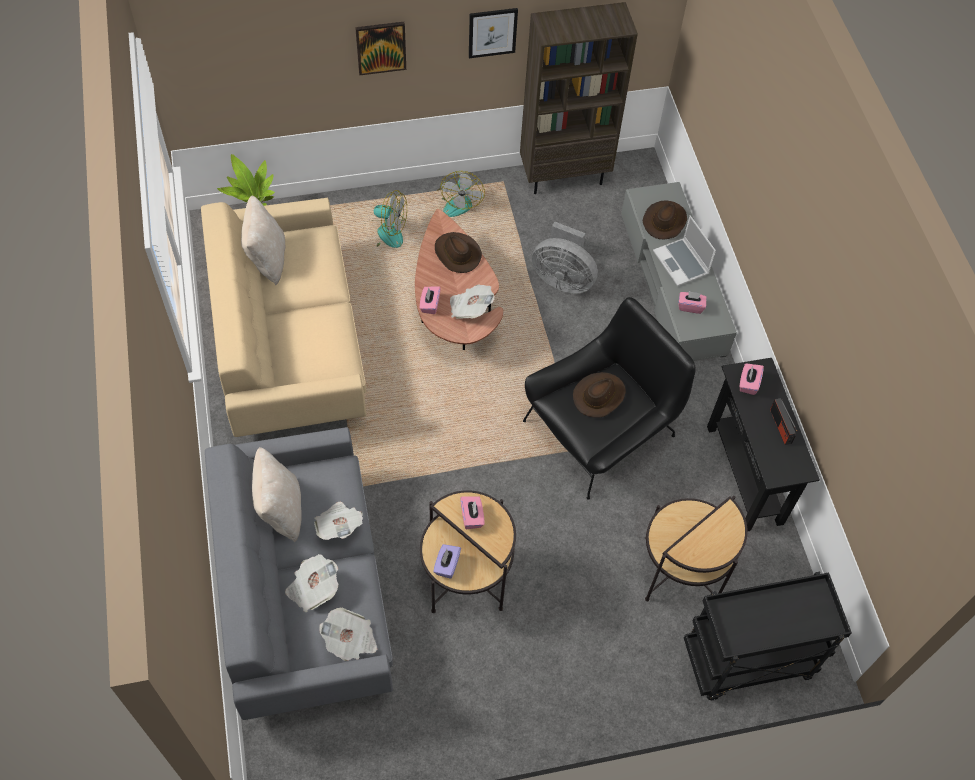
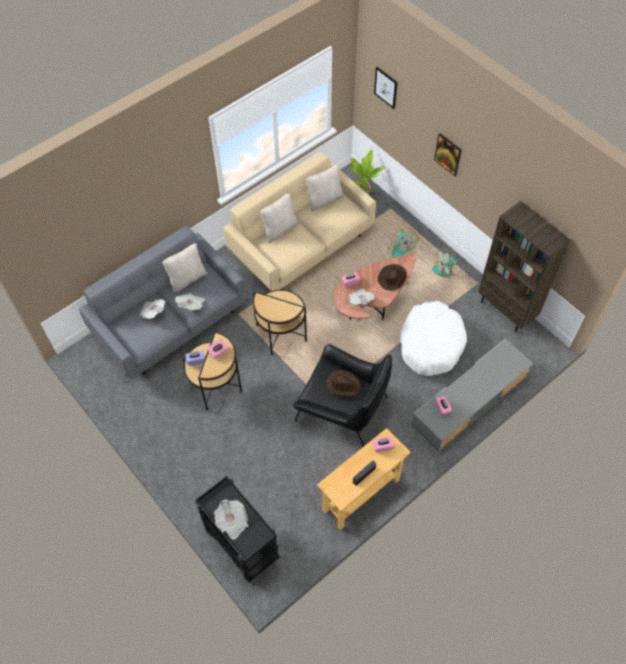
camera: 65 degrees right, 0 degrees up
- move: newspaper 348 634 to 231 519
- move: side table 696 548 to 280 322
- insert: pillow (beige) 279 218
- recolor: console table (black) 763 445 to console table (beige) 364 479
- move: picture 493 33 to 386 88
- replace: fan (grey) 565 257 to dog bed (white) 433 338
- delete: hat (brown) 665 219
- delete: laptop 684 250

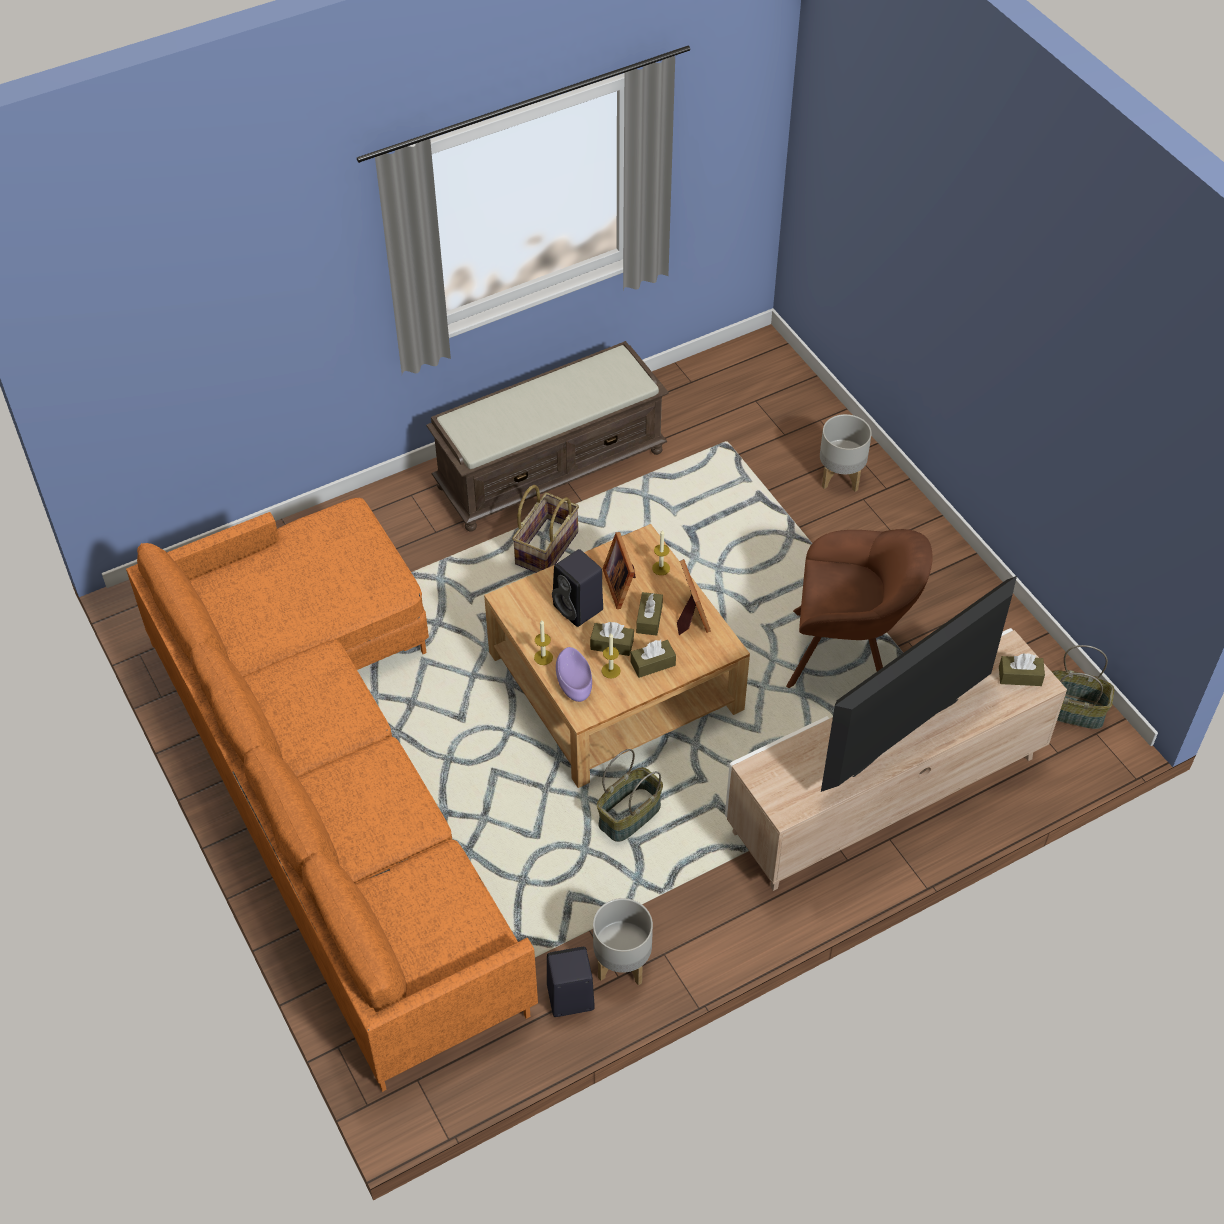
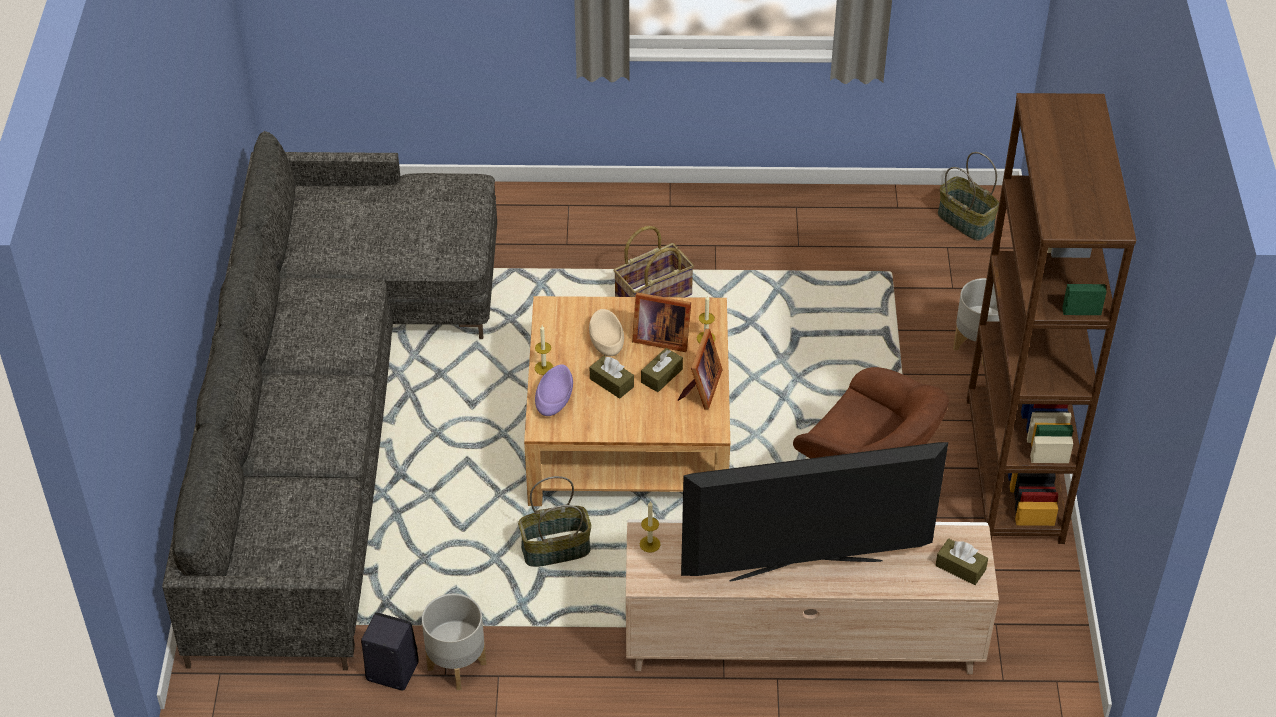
camera: 30 degrees right, 5 degrees down
- recolor: sofa (orange) 332 795 to sofa (grey) 329 400
- replace: speaker (black) 577 588 to bowl (beige) 606 332
- rotate: picture frame 619 570 = 661 322 90 degrees counterclockwise
- move: candle 611 656 to 650 527
- move: basket 1083 687 to 968 196
- insert: bookcase (brown) 1051 318
- delete: bench (brown) 547 436
- delete: tissue box (brown) 653 659

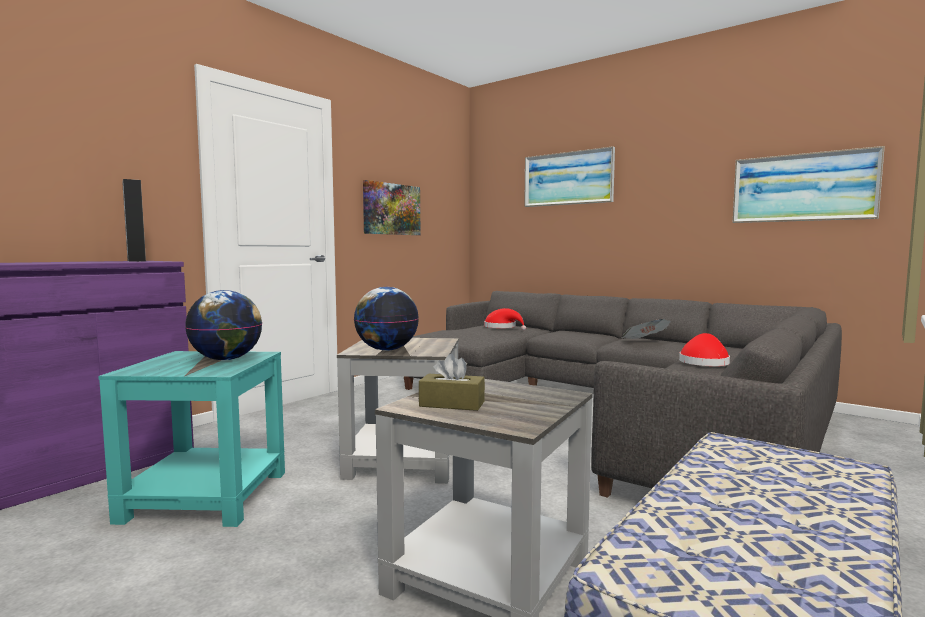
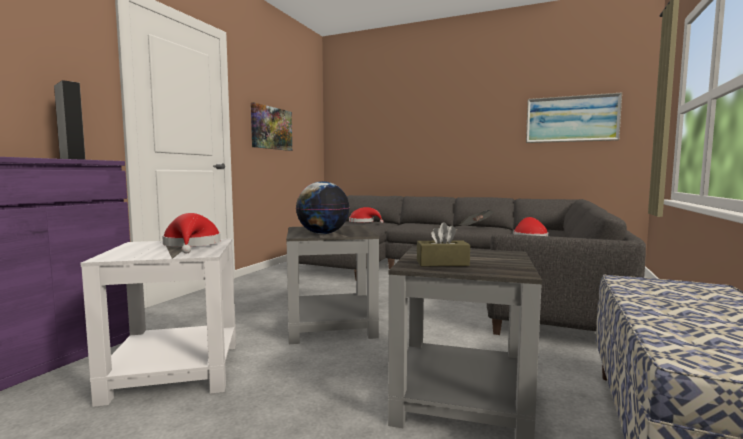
camera: 15 degrees left, 0 degrees up
- recolor: side table (turquoise) 191 439 to side table (white) 158 323
- replace: globe 223 325 to hat (red) 191 233
- delete: picture 569 176

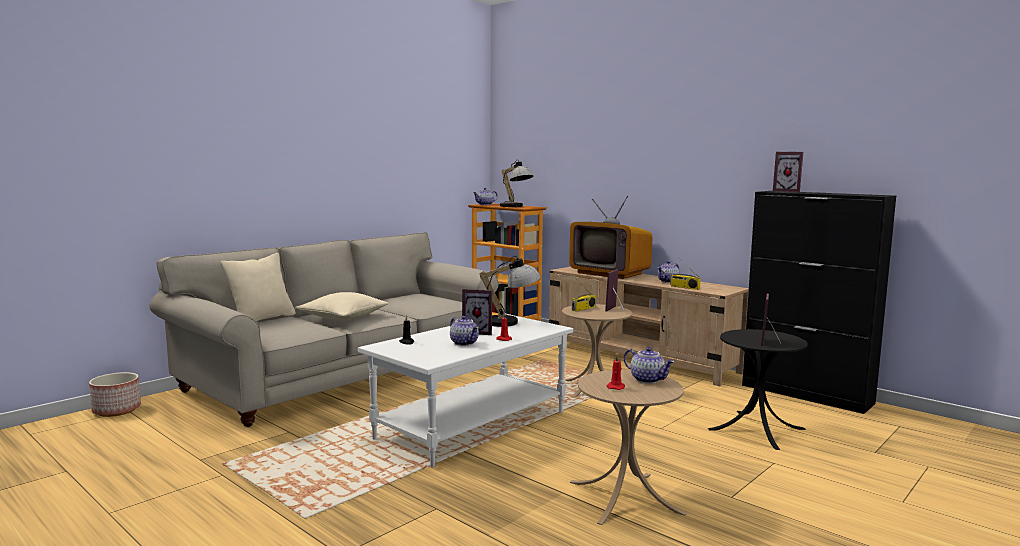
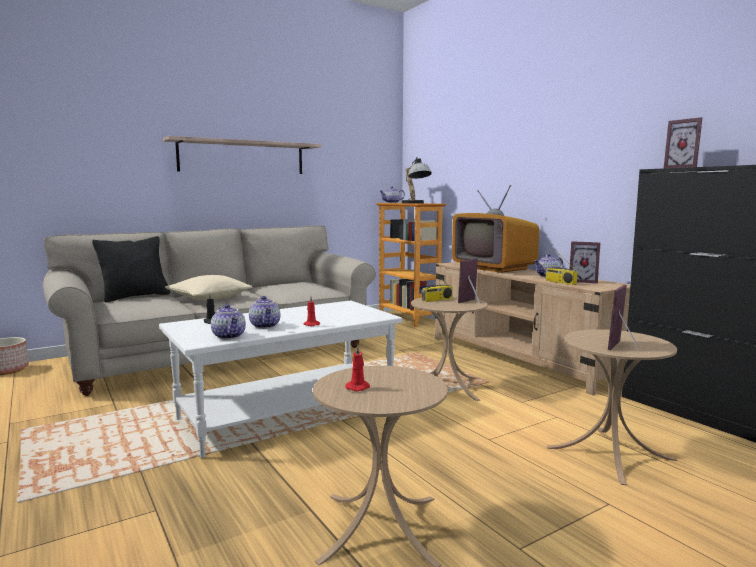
camera: 15 degrees right, 0 degrees up
- recolor: pillow (beige) 258 287 to pillow (black) 131 269
- insert: shelf 242 155
- move: teapot 649 365 to 228 321
- recolor: side table (black) 758 389 to side table (beige) 612 407
- move: picture frame 477 312 to 585 262
- delete: table lamp 510 291

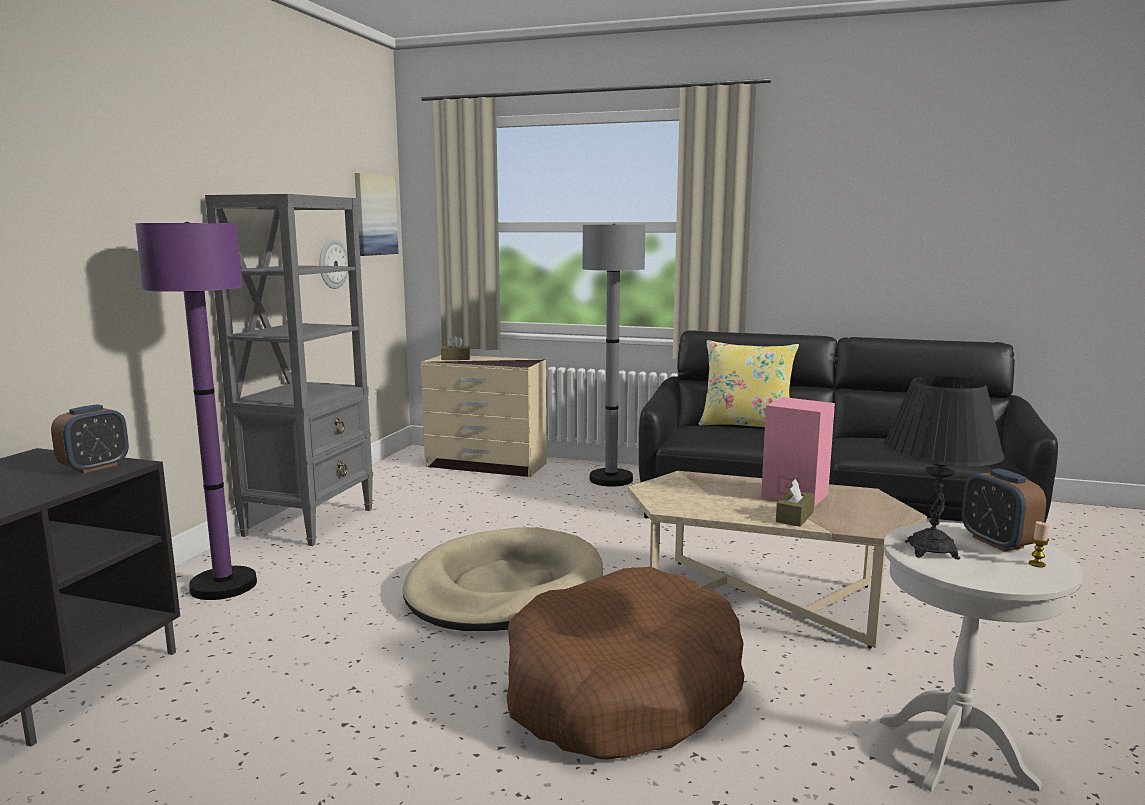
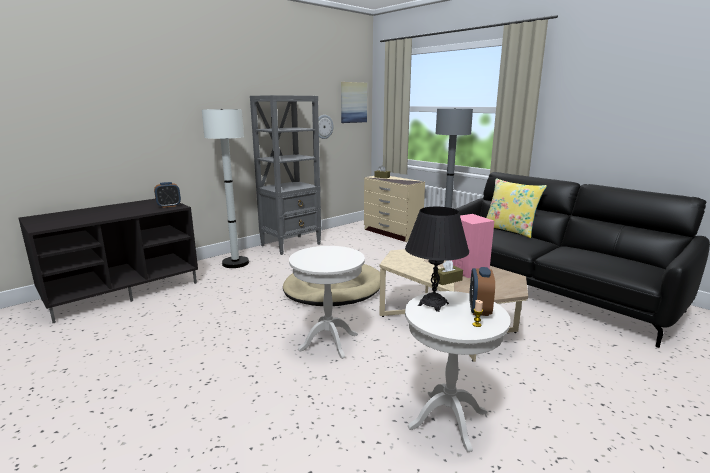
camera: 30 degrees right, 5 degrees up
- recolor: floor lamp (purple) 196 411 to floor lamp (white) 225 188
- replace: dog bed (brown) 625 663 to side table (white) 327 302

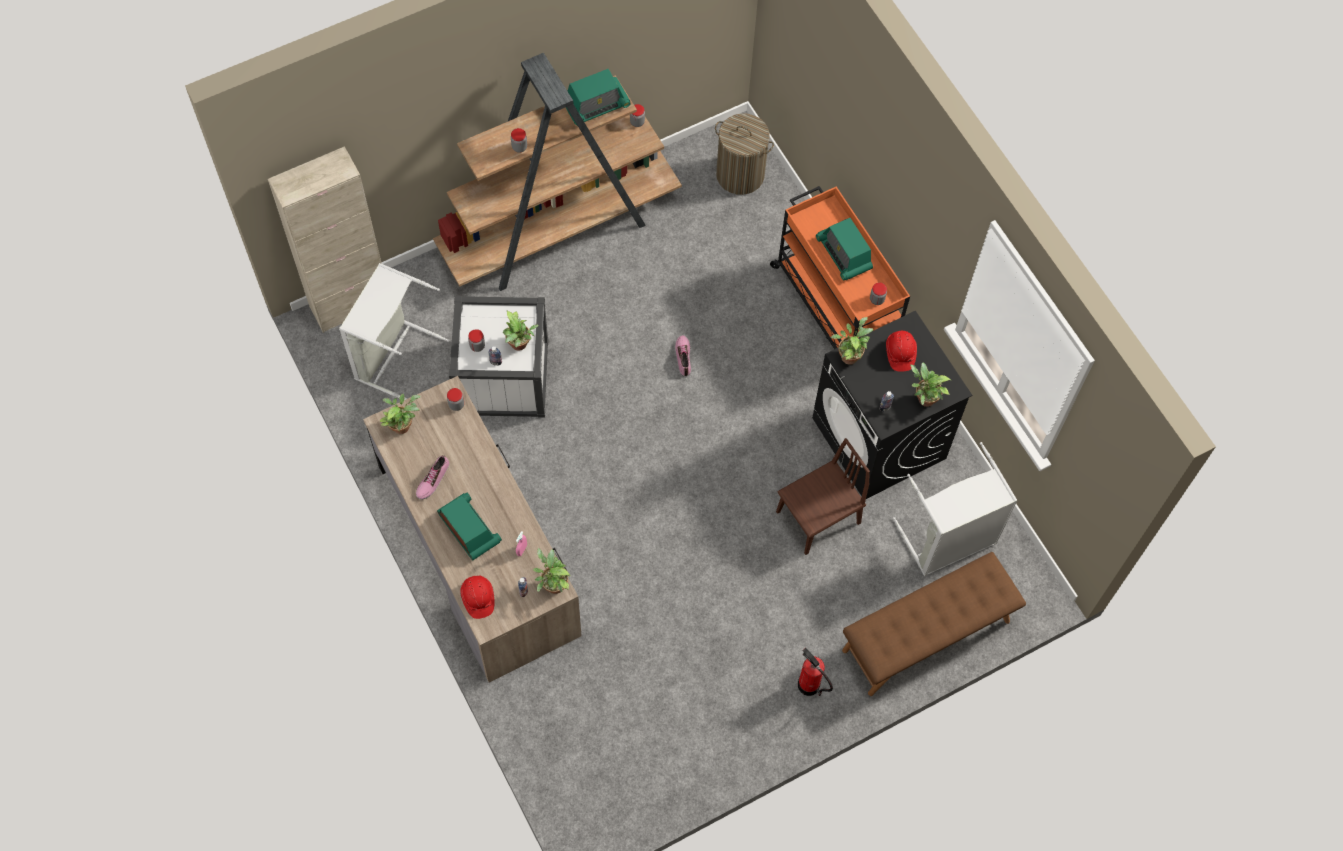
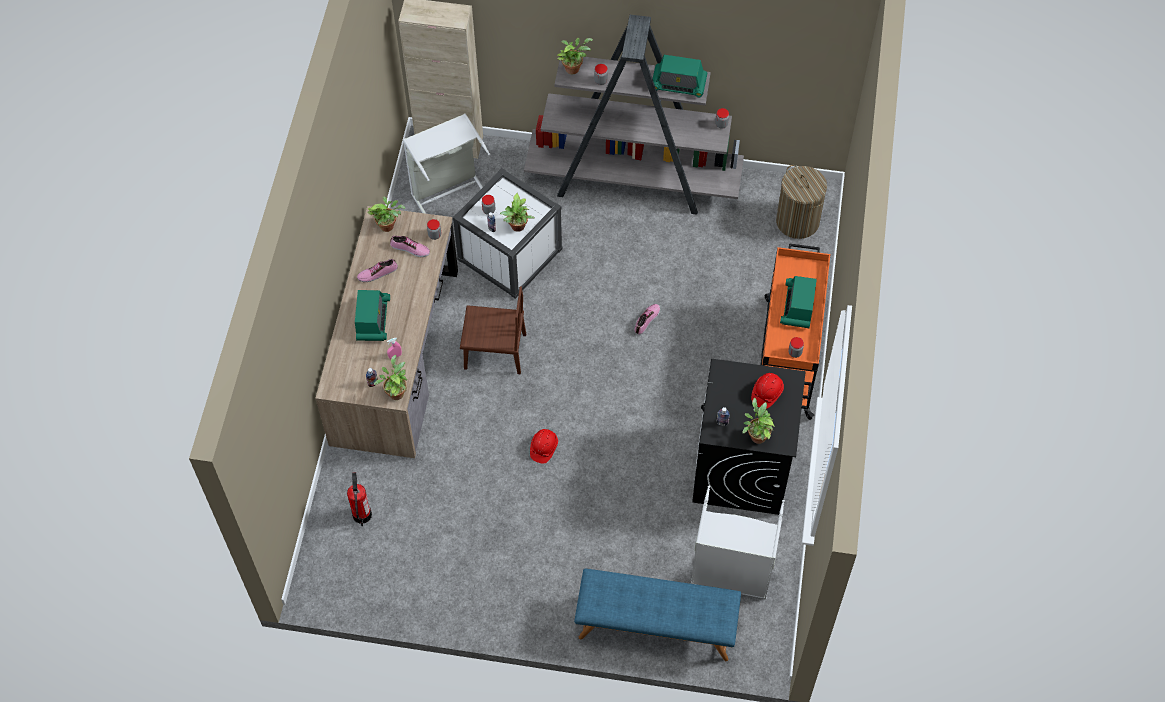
camera: 40 degrees right, 5 degrees down
- move: fire extinguisher 815 672 to 359 499
- insert: shoe 410 246
- move: chair (brown) 823 496 to 493 330
- recolor: bookcase (brown) 557 172 to bookcase (grey) 634 115
- move: hard hat (red) 477 597 to 544 446
- move: potted plant 852 341 to 575 56
- recolor: bench (brown) 934 624 to bench (blue) 657 614

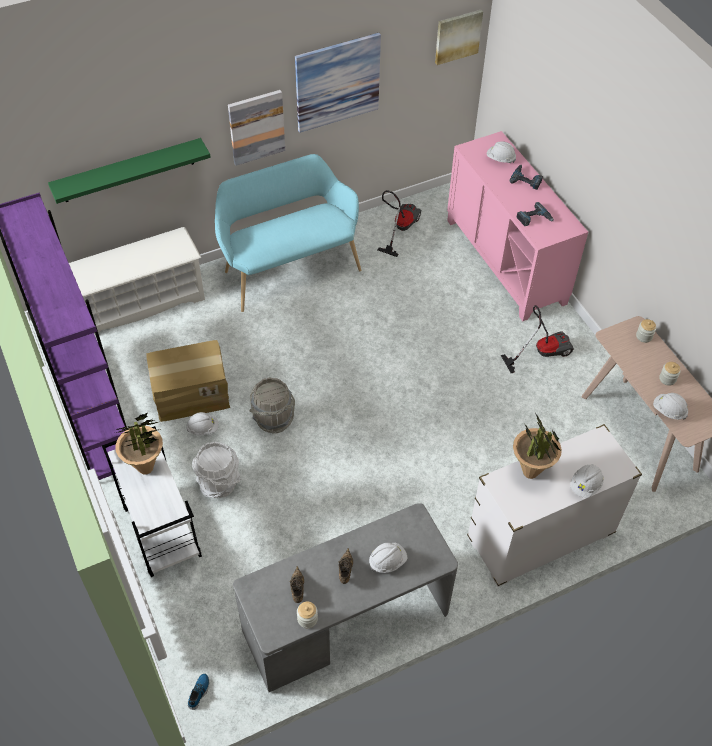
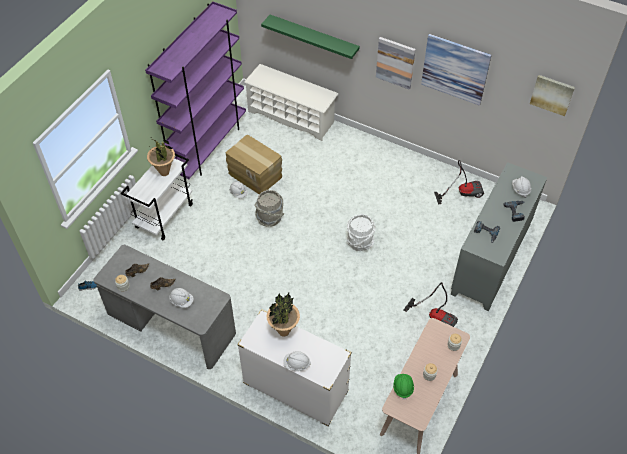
camera: 55 degrees right, 0 degrees up
- move: bucket (white) 216 470 to 361 232
- recolor: hard hat (white) 670 406 to hard hat (green) 403 386
- recolor: cabinet (pink) 517 226 to cabinet (grey) 499 236
- delete: bench (turquoise) 288 233

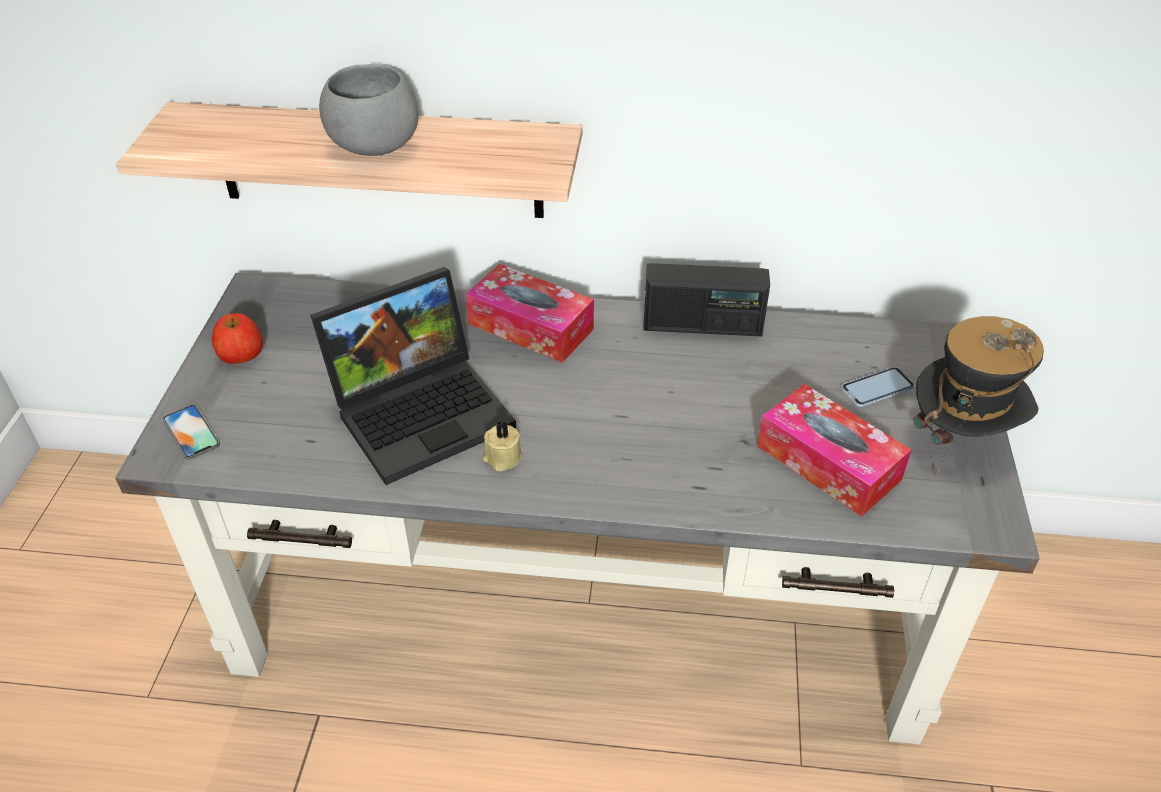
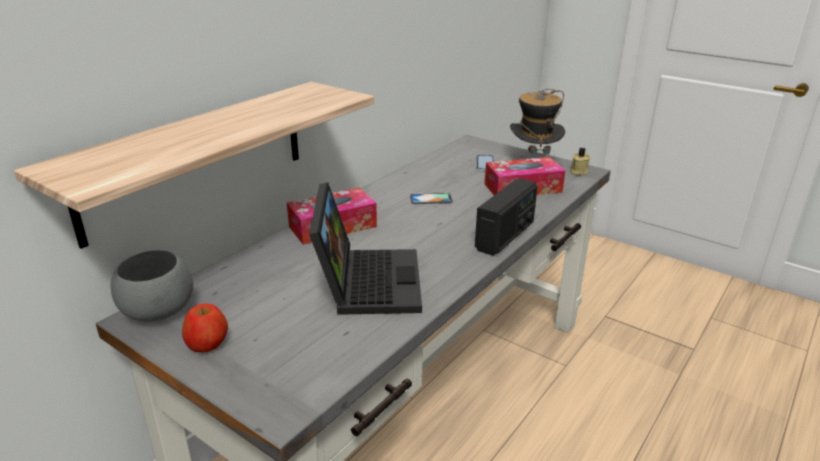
camera: 60 degrees left, 15 degrees down
- move: bowl (grey) 368 110 to 152 286
- move: phone 191 432 to 431 198
- move: radio 706 299 to 506 217
- move: candle (beige) 502 446 to 580 161

